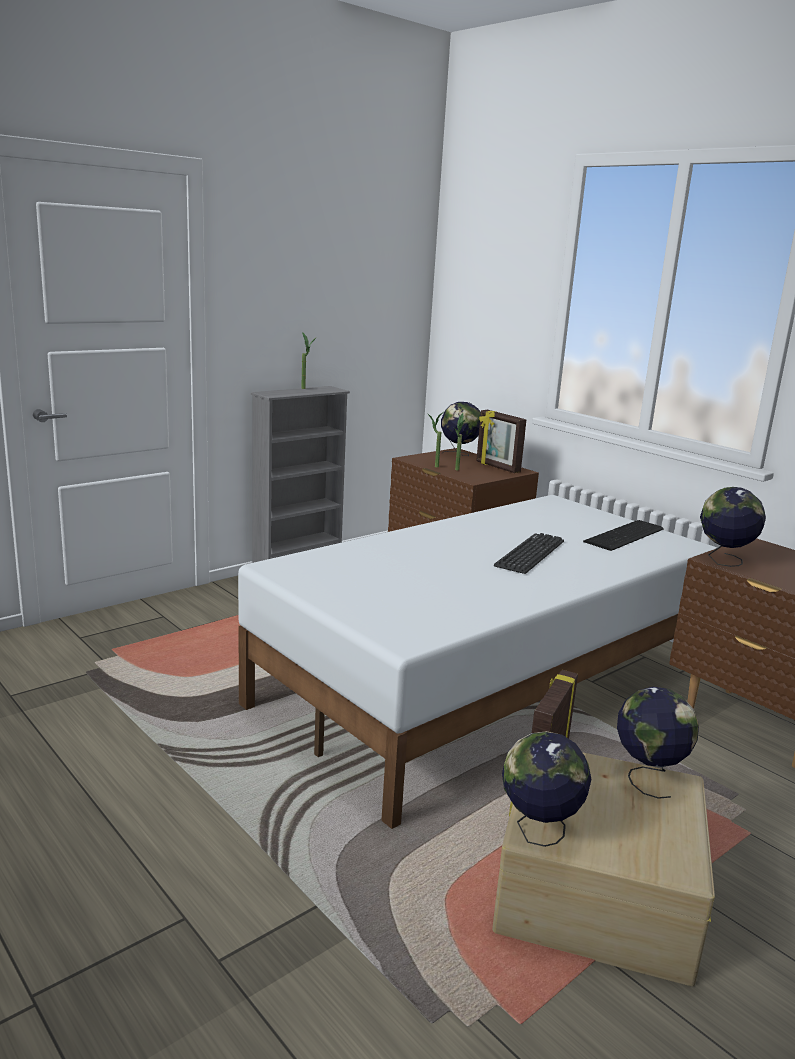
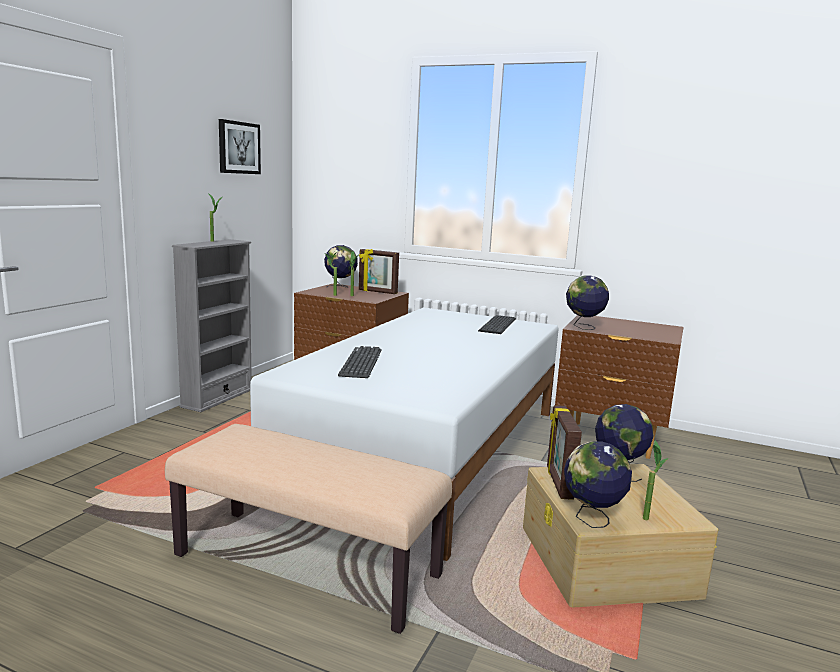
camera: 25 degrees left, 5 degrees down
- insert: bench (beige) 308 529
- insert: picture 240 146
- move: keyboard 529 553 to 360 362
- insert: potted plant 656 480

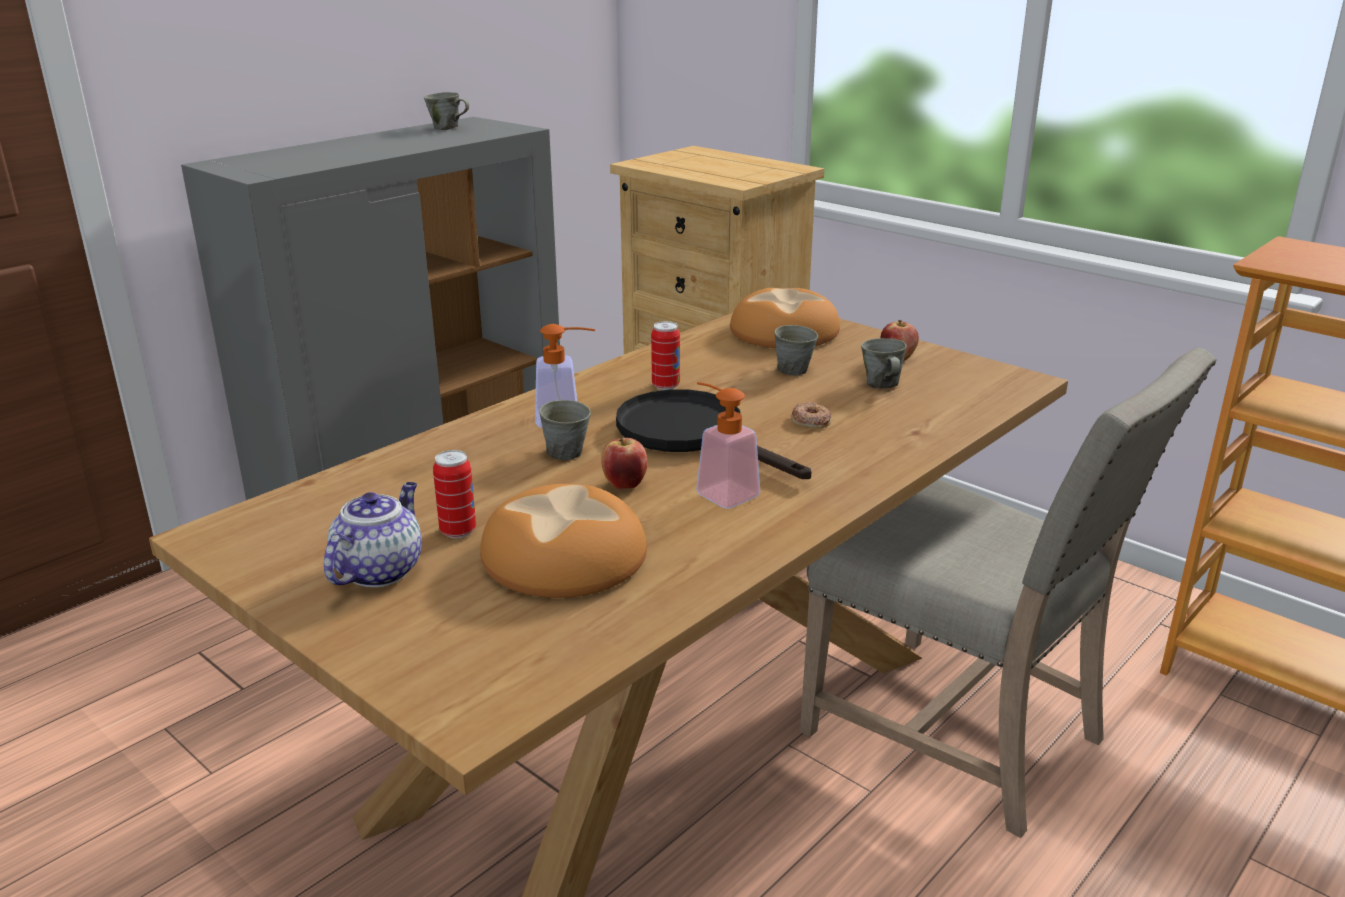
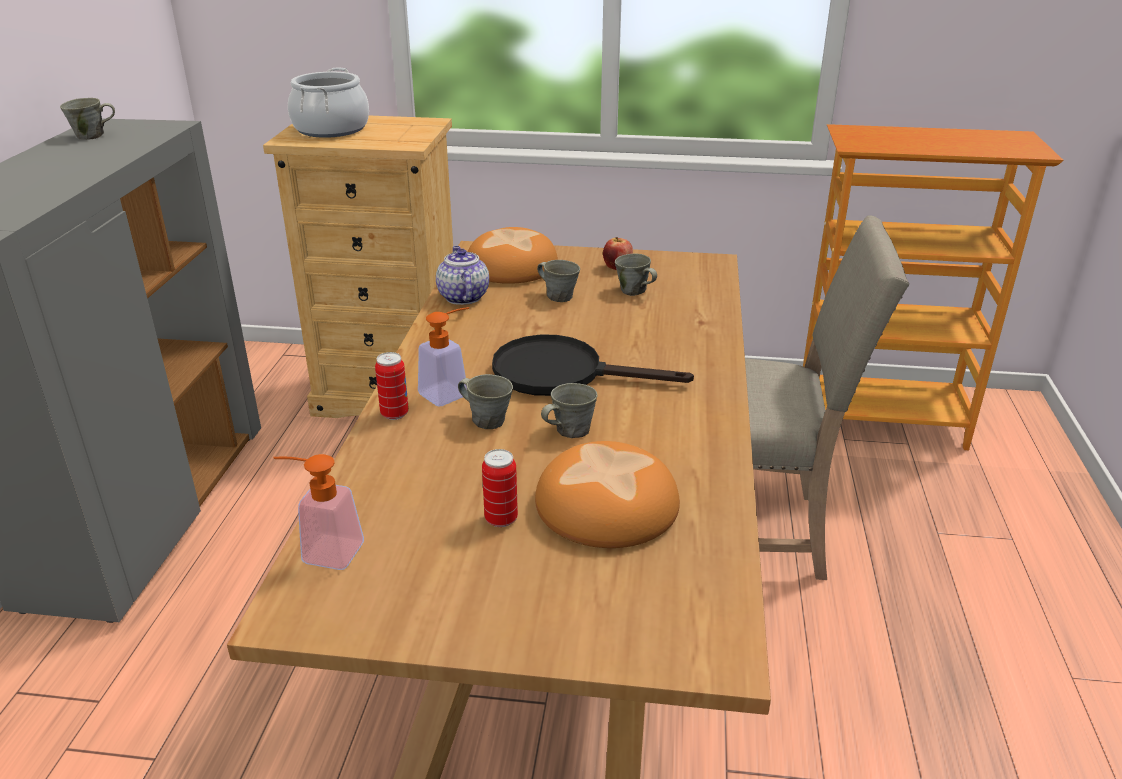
camera: 35 degrees left, 5 degrees up
- move: soap dispenser 728 445 to 318 512
- insert: cooking pot 328 103
- move: can 665 355 to 392 386
- move: teapot 373 534 to 462 275
- replace: apple 624 463 to mug (grey) 569 410
- delete: donut 811 415

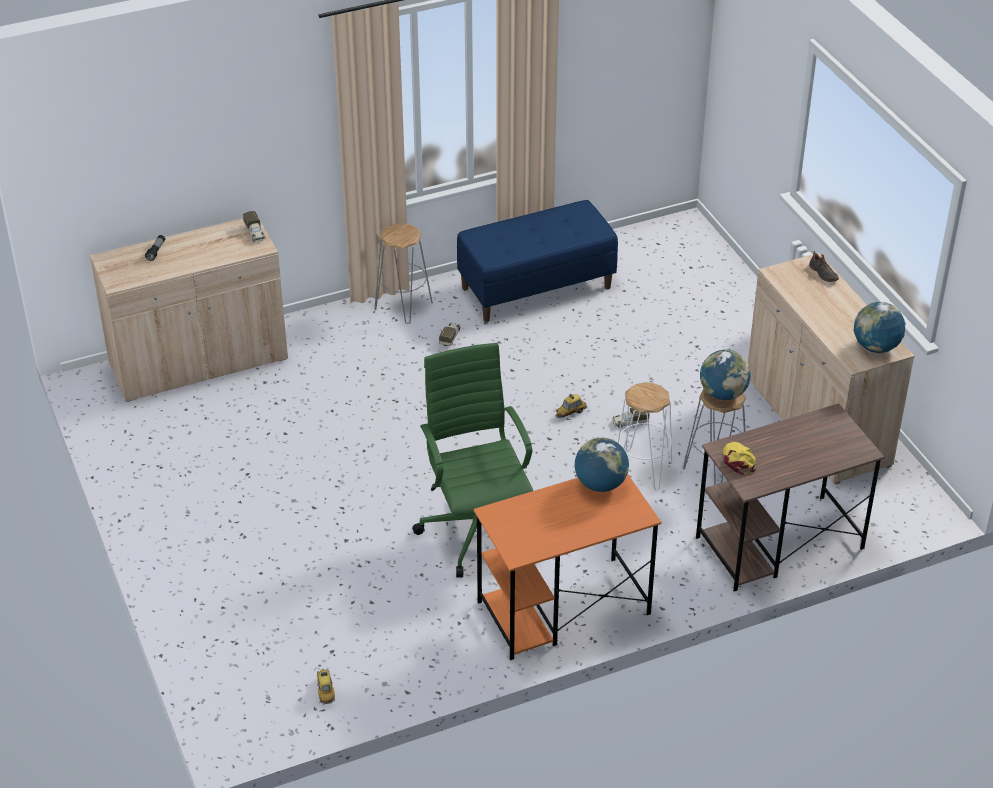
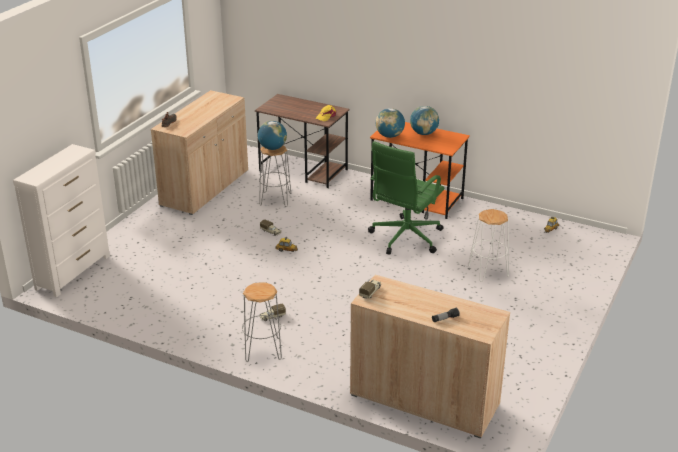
camera: 130 degrees left, 10 degrees down
- insert: dresser (white) 61 220
- move: globe 880 327 to 424 120
- move: stool (white) 645 436 to 488 245
- delete: bench (blue) 537 261

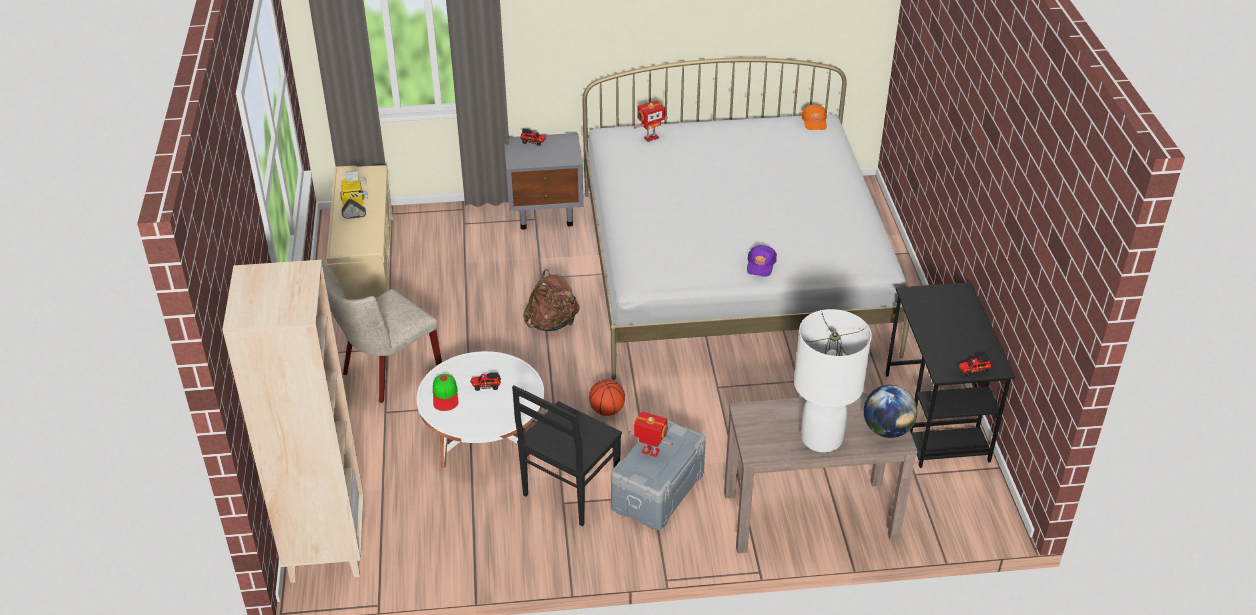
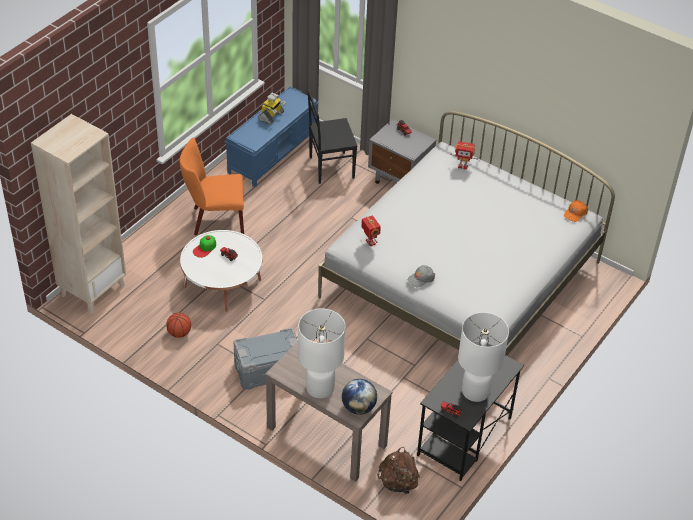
camera: 40 degrees right, 5 degrees up
- move: basketball 607 397 to 178 325
- recolor: chair (beige) 382 332 to chair (orange) 212 186
- recolor: bench (beige) 359 232 to bench (blue) 272 136
- move: chair (black) 567 455 to 333 136
- move: toy robot 650 434 to 371 230
- move: backpack (brown) 551 300 to 398 470
- recolor: cap (purple) 762 261 to cap (grey) 421 276
- insert: table lamp (white) 483 357

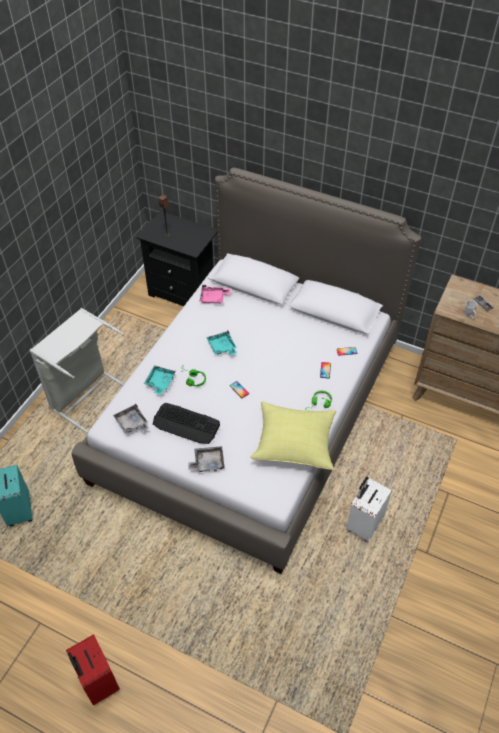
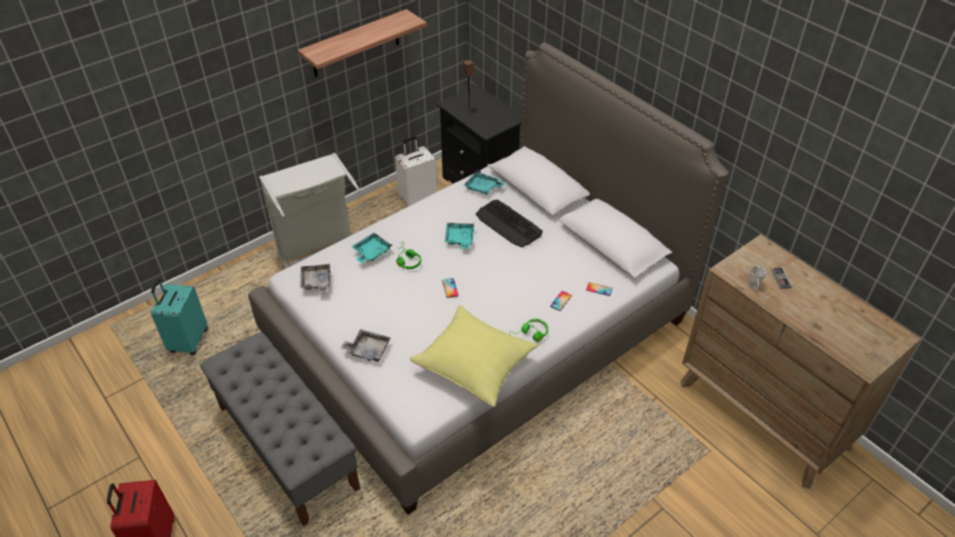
camera: 25 degrees right, 5 degrees down
- insert: bench (grey) 280 429
- insert: shelf 362 43
- move: suitcase (white) 369 509 to 416 171
- recolor: tray (pink) 215 294 to tray (turquoise) 484 182
- move: keyboard 186 423 to 509 223

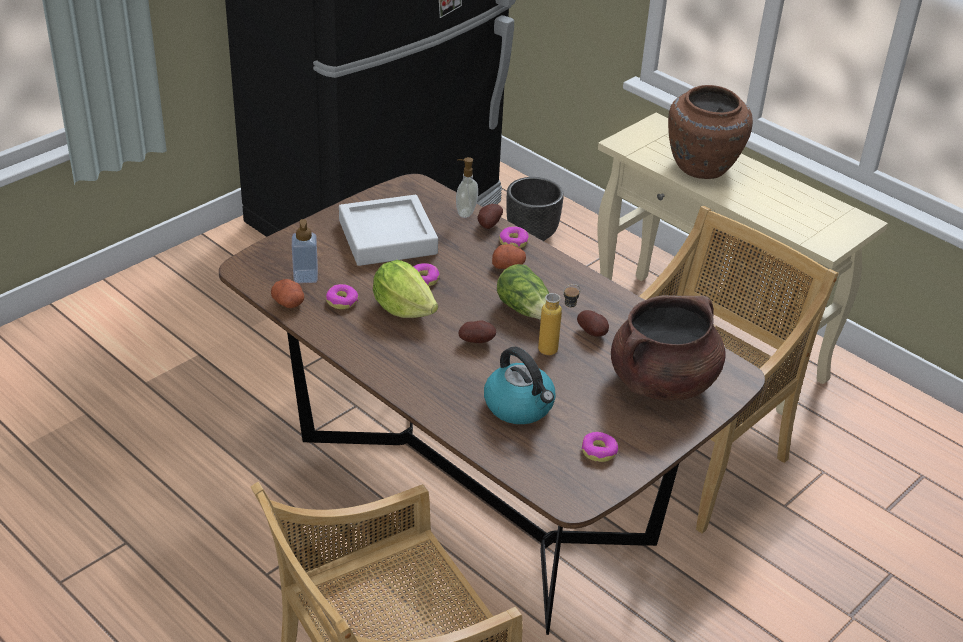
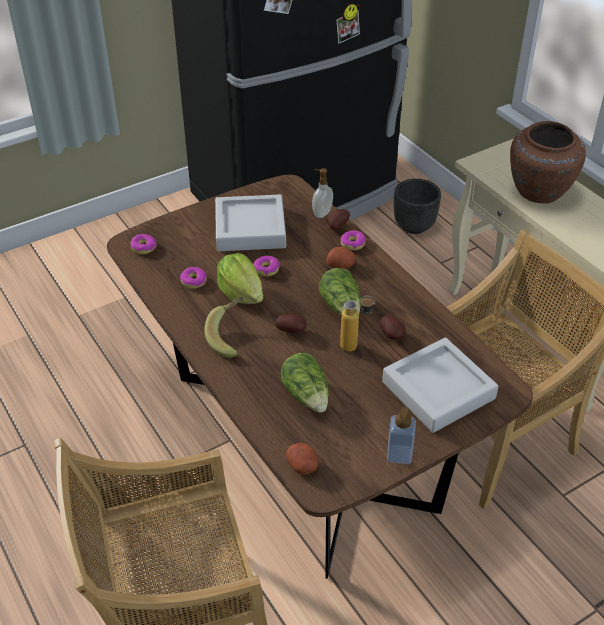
camera: 15 degrees right, 5 degrees up
- move: donut 600 447 to 143 244
- insert: banana 224 327
- replace: kettle 520 385 to lettuce 305 383
- move: potato 287 293 to 302 459
- replace: cooking pot (brown) 668 348 to tray (grey) 440 385
- move: soap dispenser 305 251 to 401 435

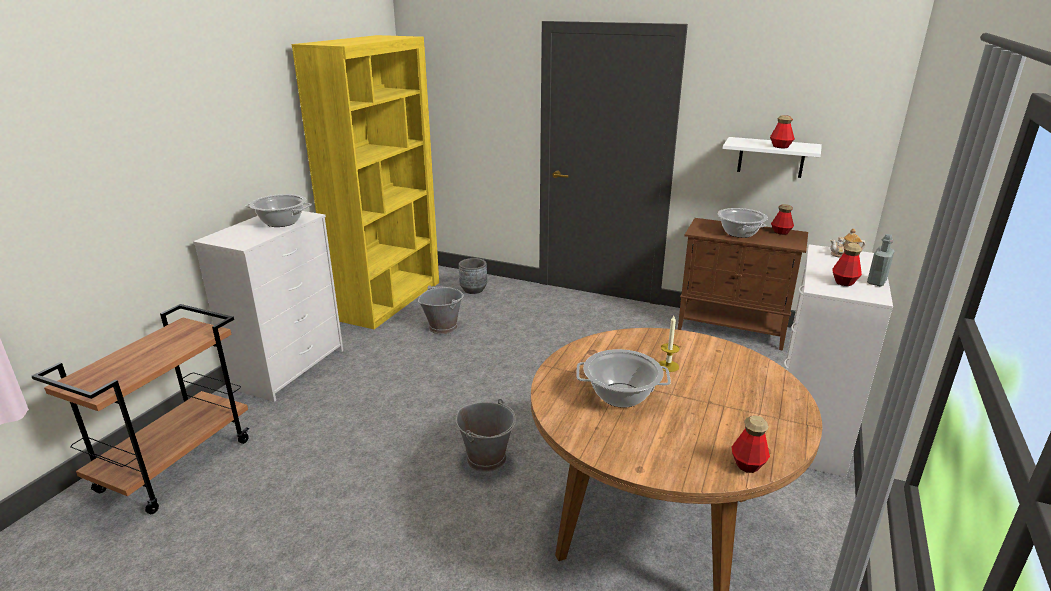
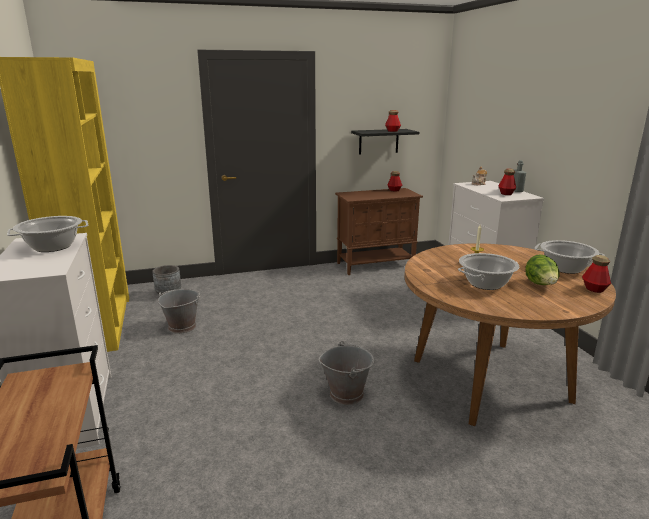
camera: 40 degrees left, 5 degrees down
- recolor: shelf (white) 772 157 to shelf (black) 385 141
- insert: lettuce 542 269
- move: cooking pot 742 223 to 570 257

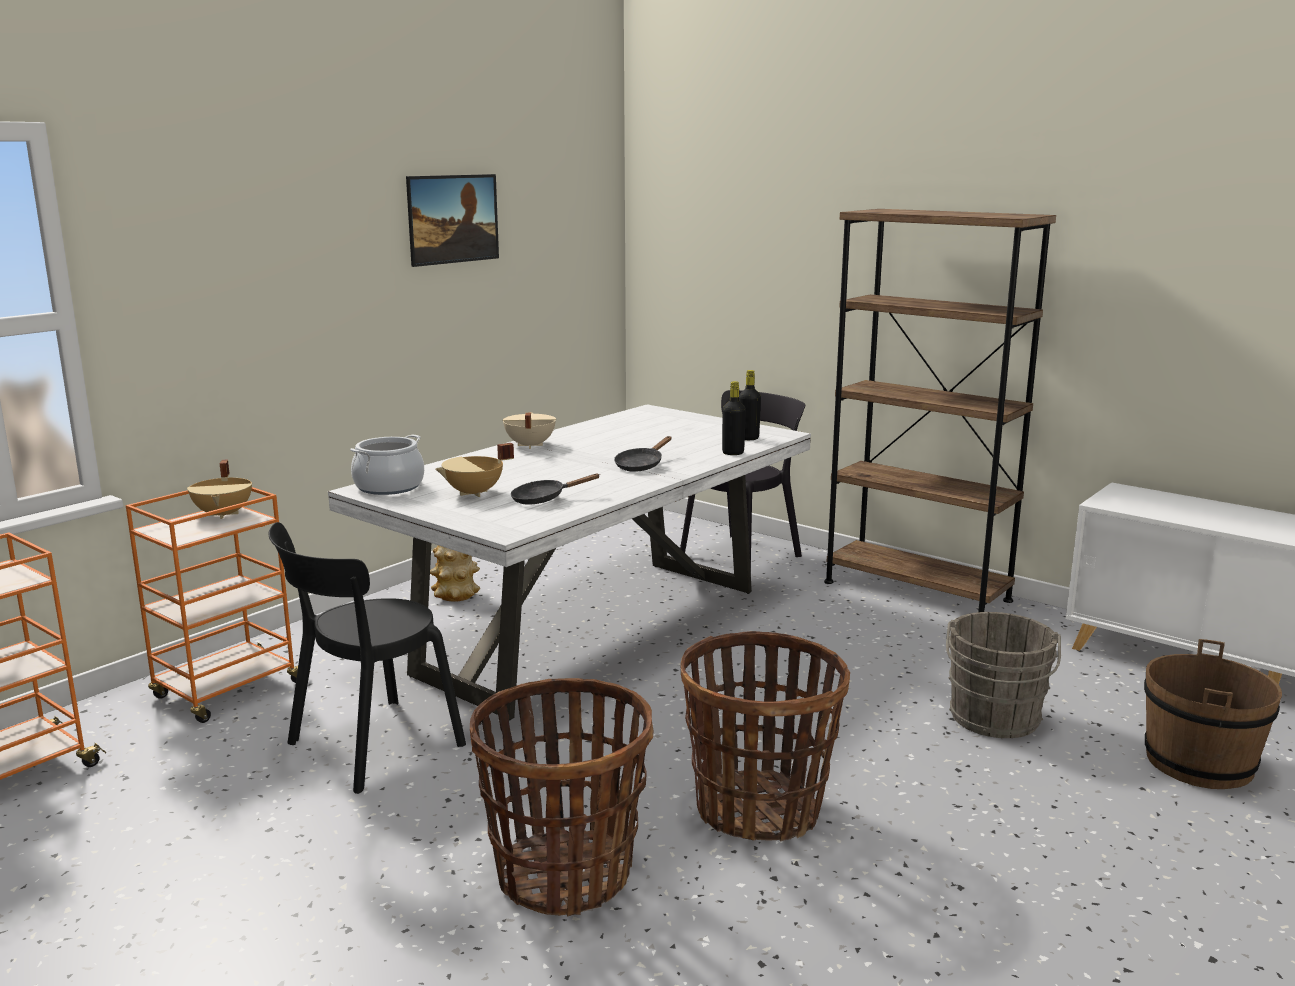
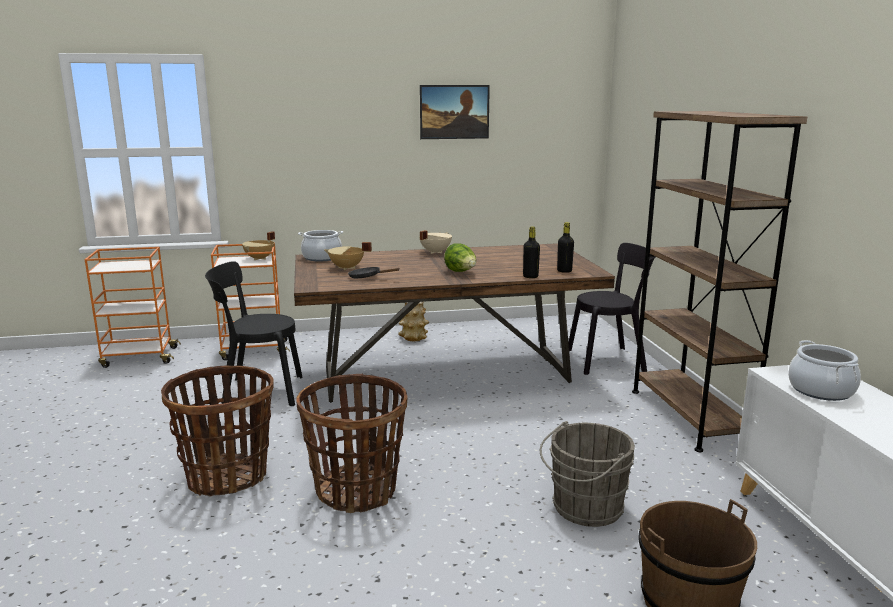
camera: 40 degrees right, 0 degrees up
- recolor: dining table (white) 569 562 to dining table (brown) 454 323
- replace: frying pan (black) 642 454 to lettuce 460 257
- insert: cooking pot 824 370

